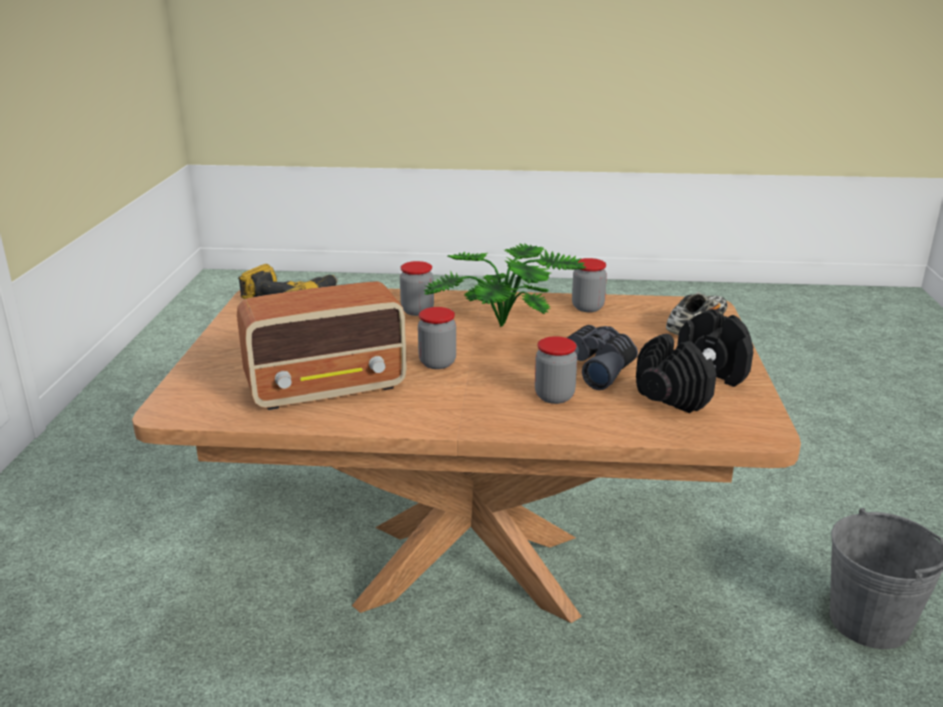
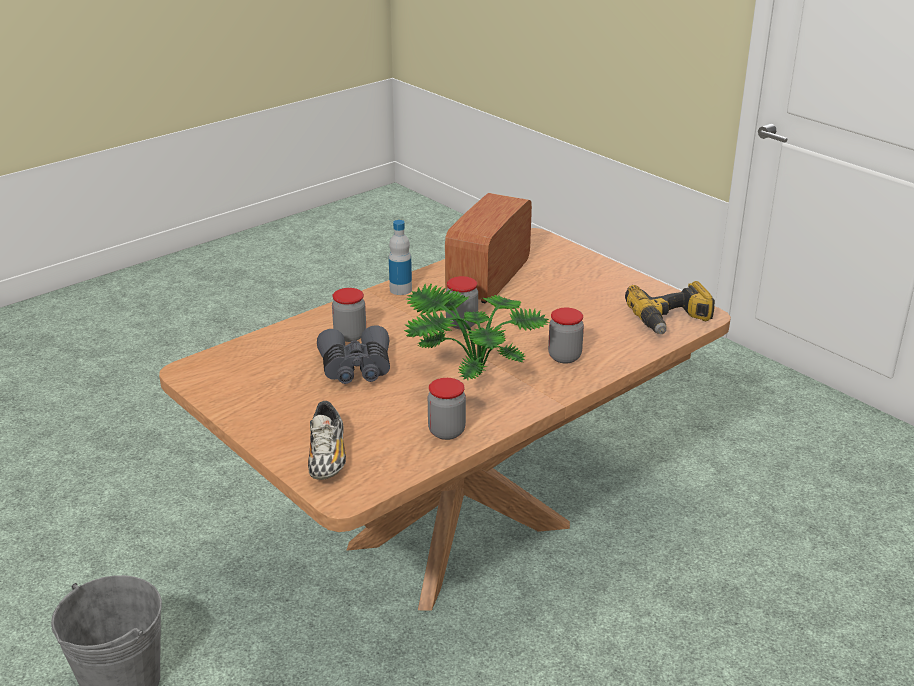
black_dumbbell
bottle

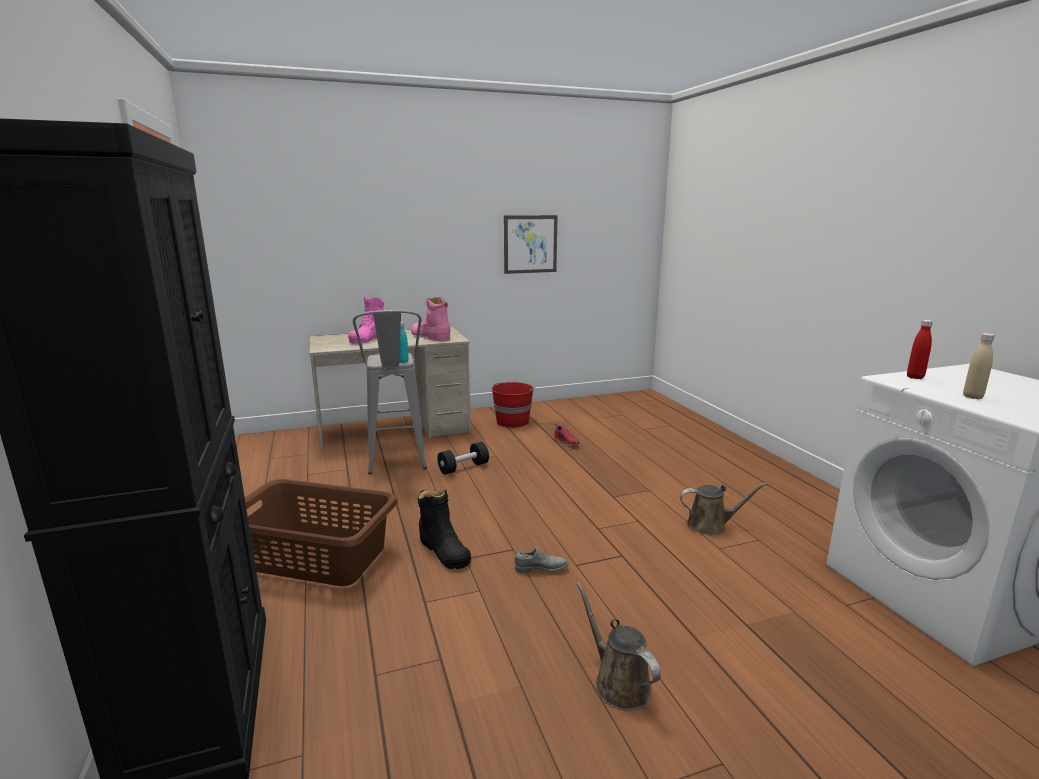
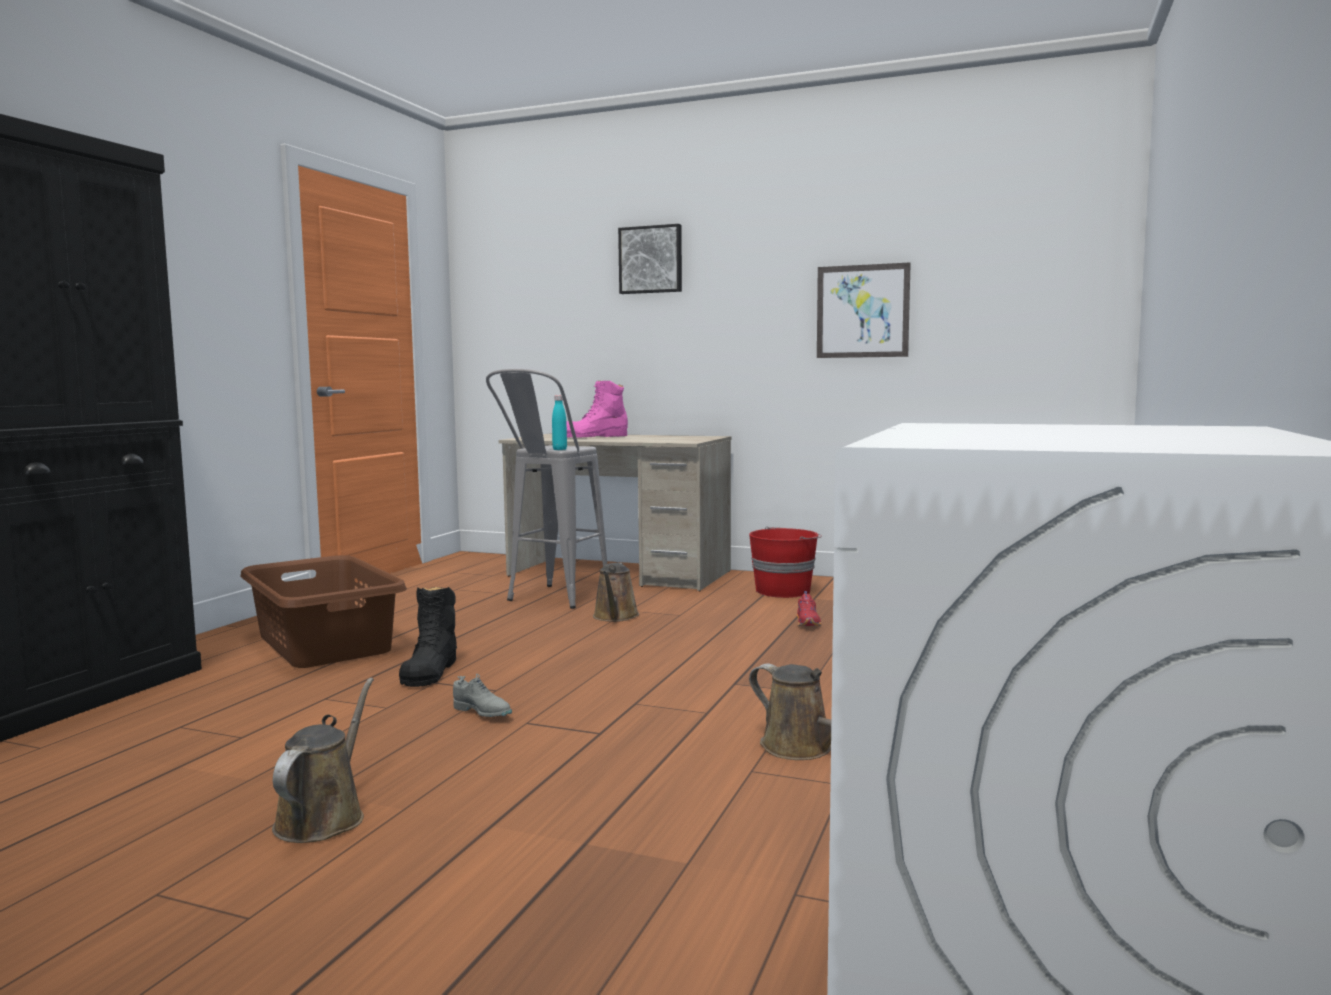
pink_boot (no. 2 from left in the first image)
brown_watering_can (no. 2 from left)
red_bottle
beige_bottle
picture (no. 1 from left)

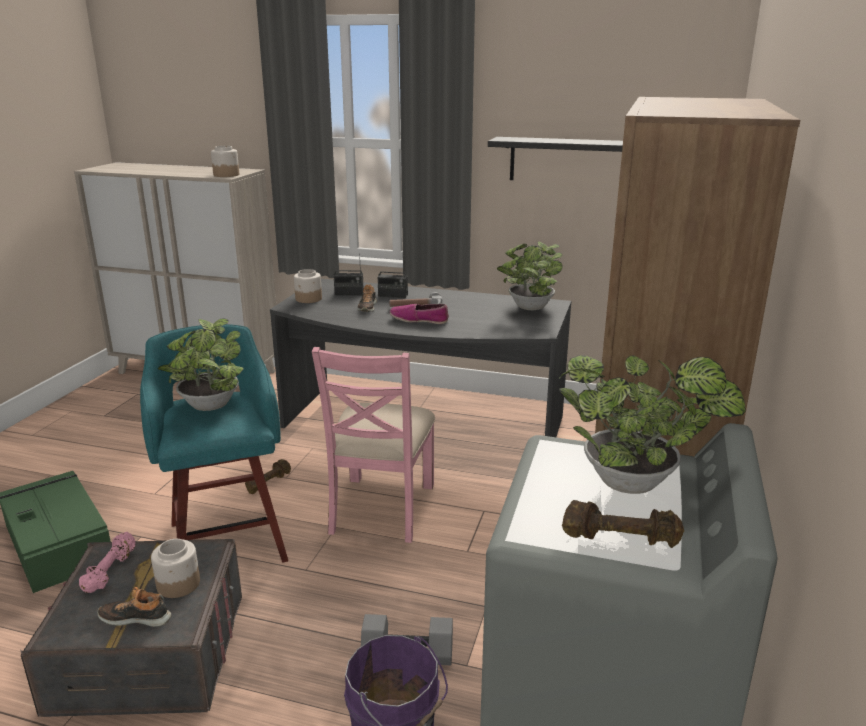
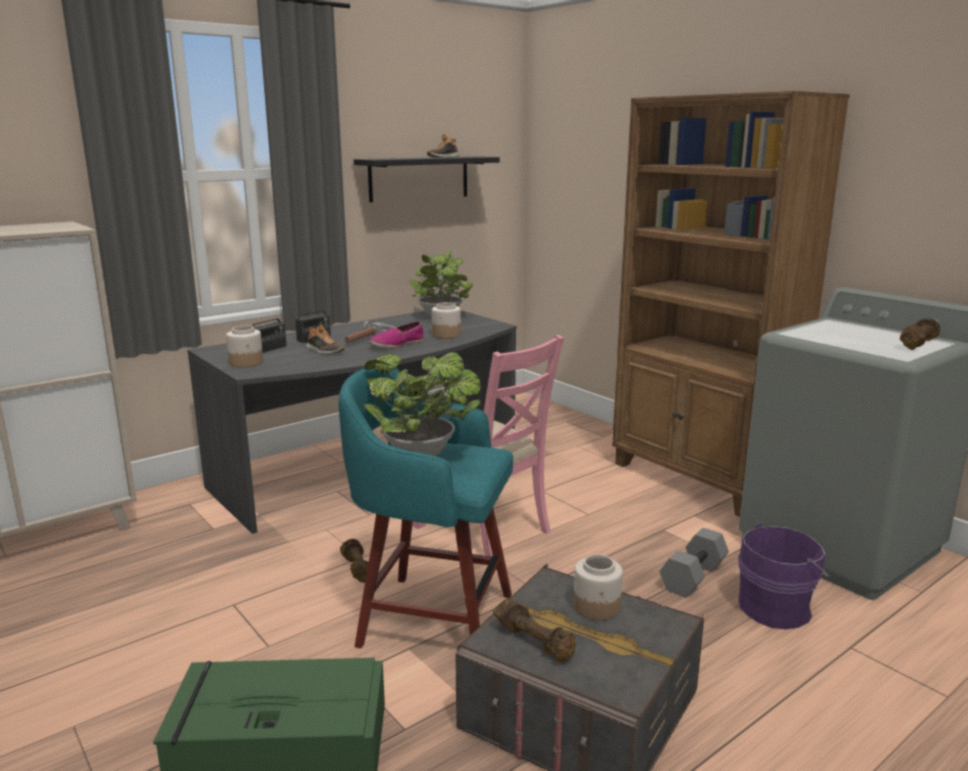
brown_dumbbell (no. 2 from left)
shoe (no. 3 from left)
jar (no. 2 from left)
potted_plant (no. 3 from left in the first image)

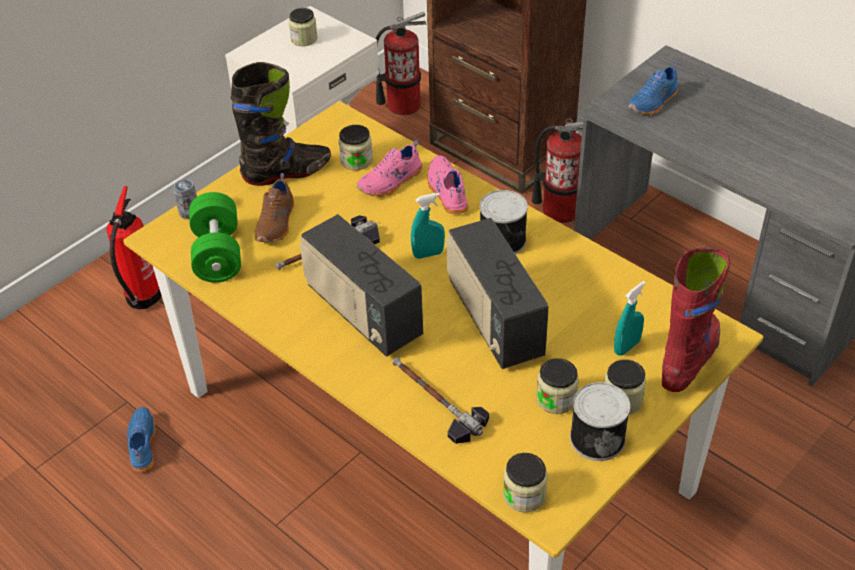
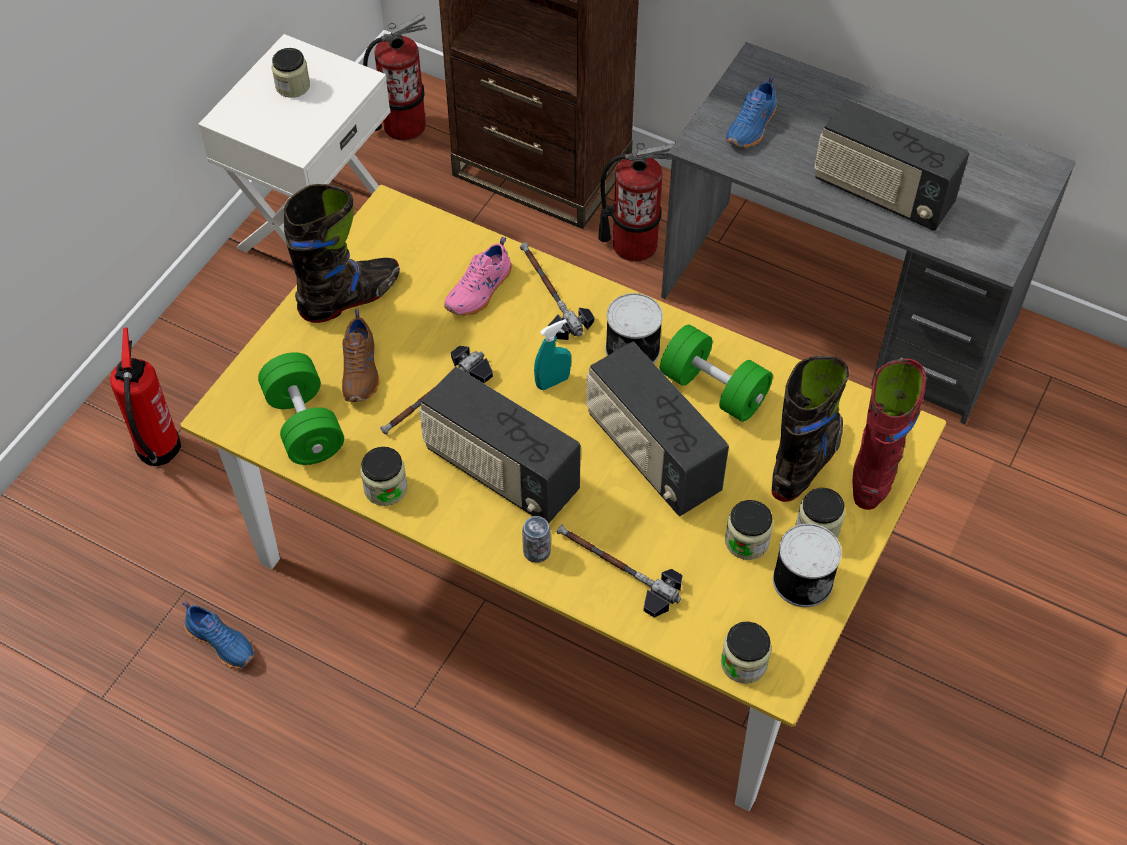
blue_shoe (no. 1 from left)
can (no. 1 from left)
jar (no. 2 from left)
hammer (no. 2 from left)
black_boot (no. 2 from left)
green_dumbbell (no. 2 from left)
radio (no. 3 from left)

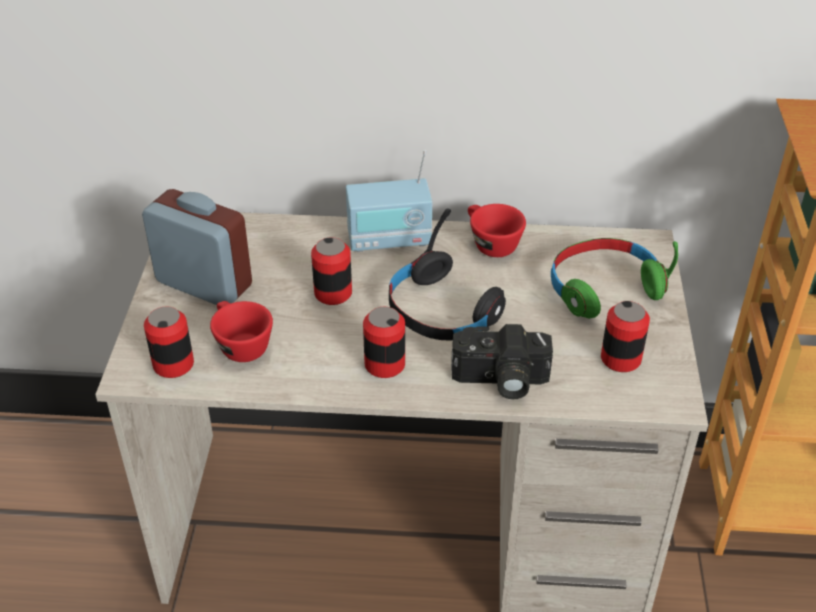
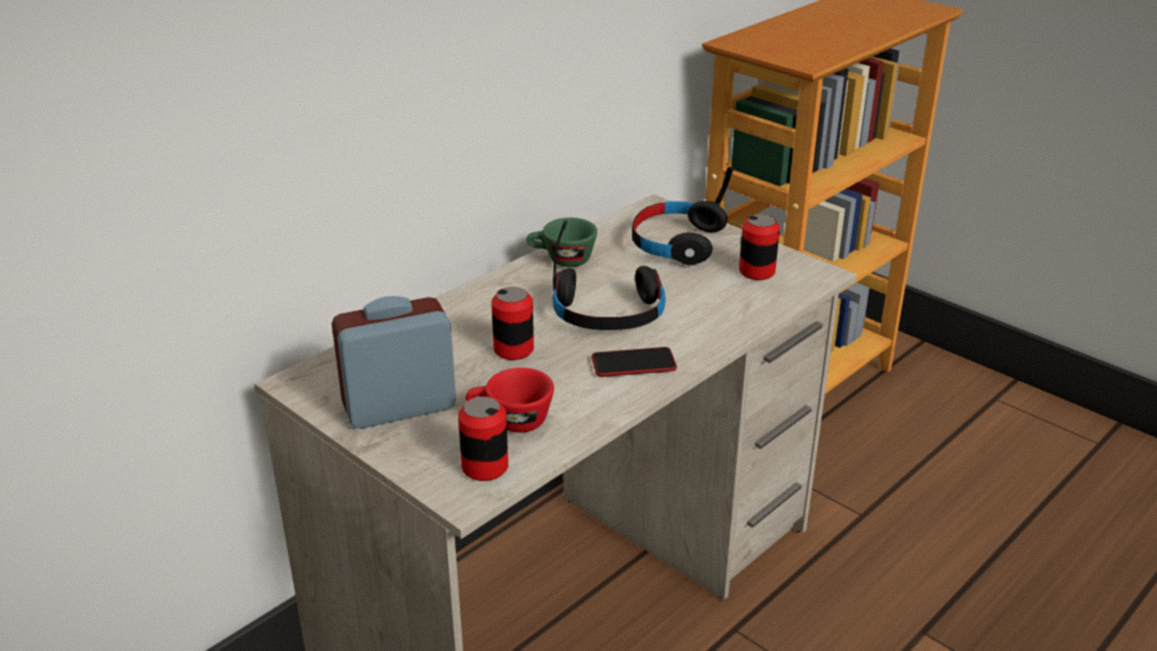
radio
phone
photo_camera
green_cup
black_headphones (no. 2 from left)

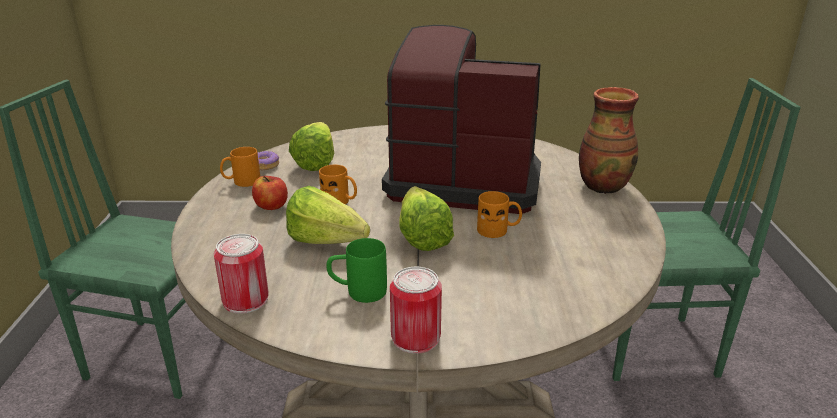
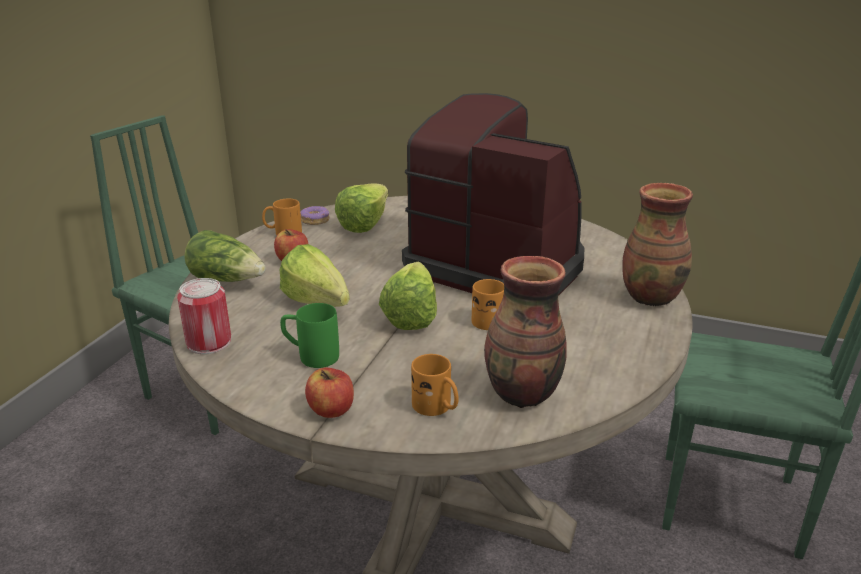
orange_mug (no. 2 from left)
apple (no. 2 from left)
lettuce (no. 1 from left)
vase (no. 1 from left)

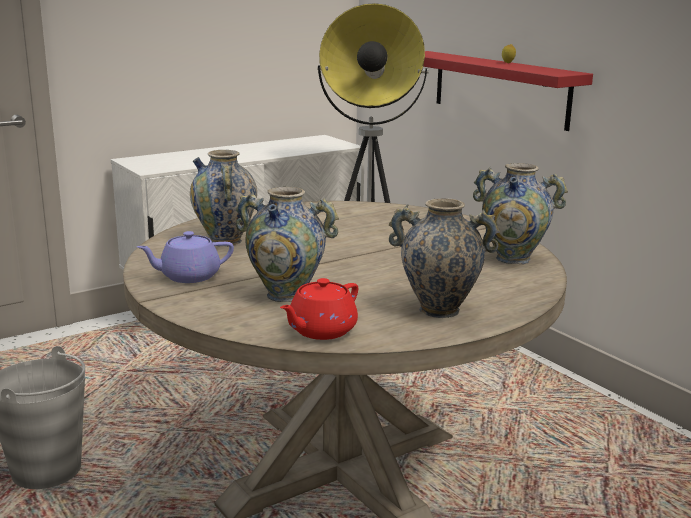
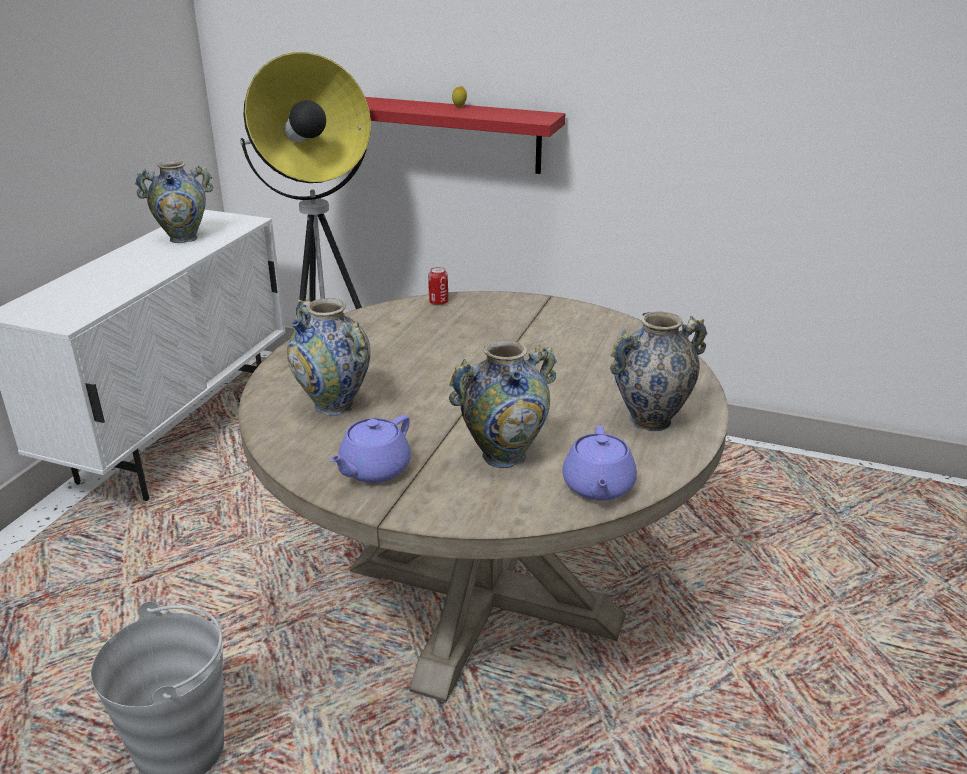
purple_teapot (no. 2 from left)
vase (no. 1 from left)
can

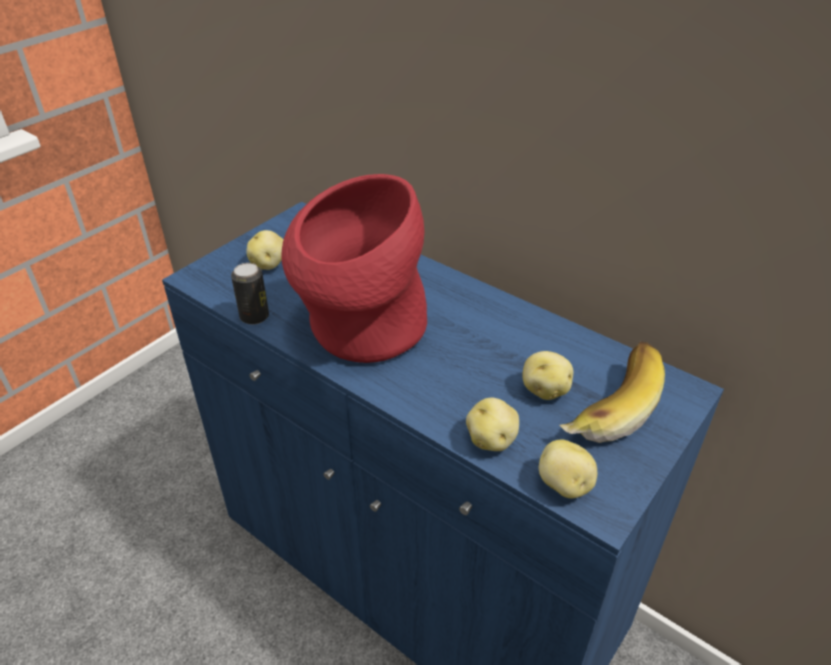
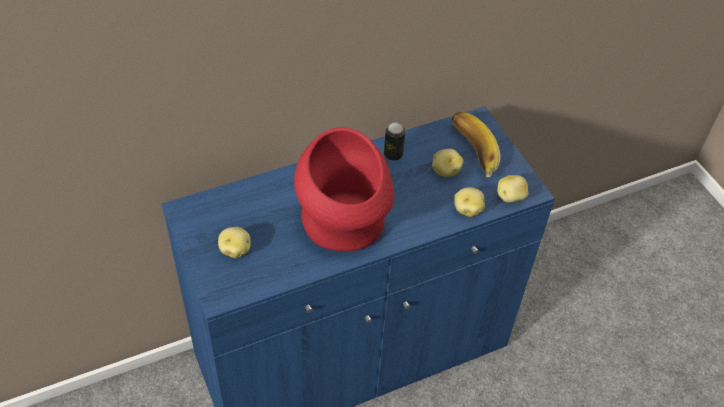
can

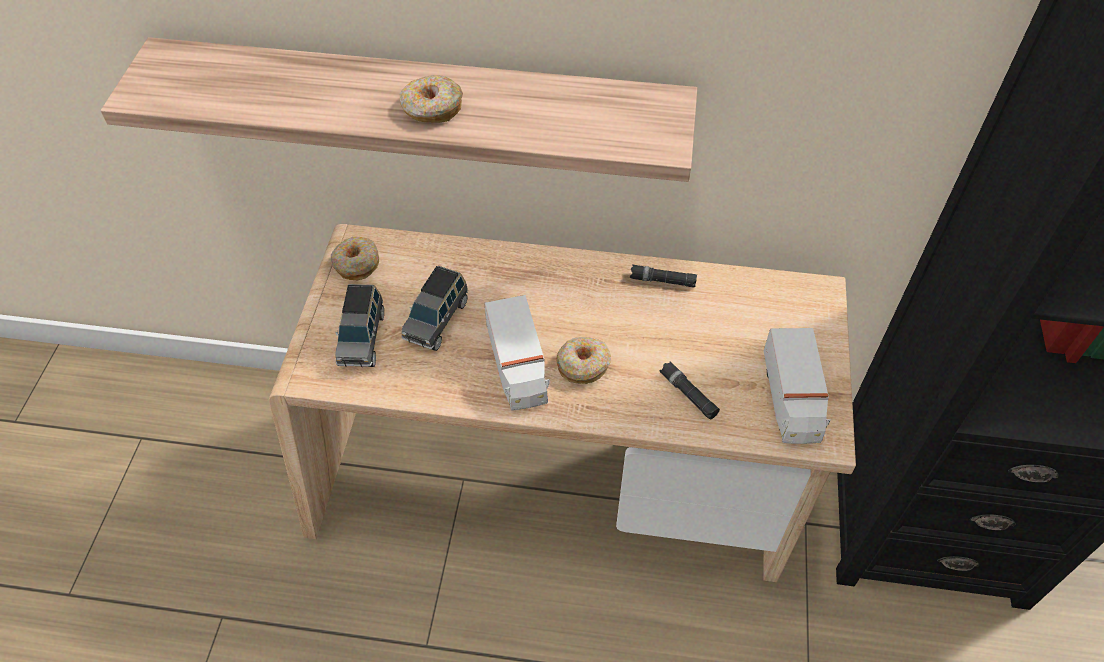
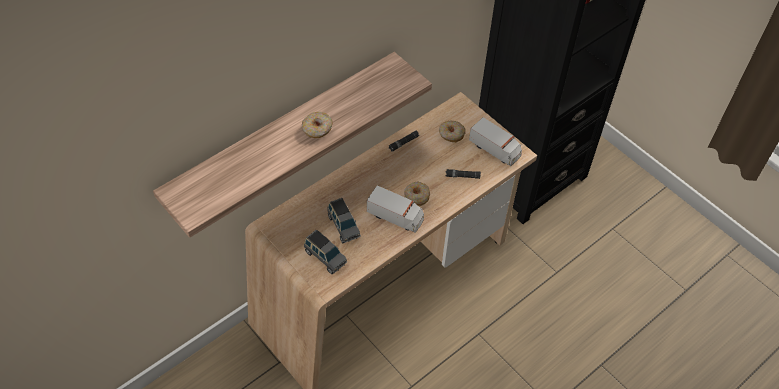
donut (no. 3 from left)

